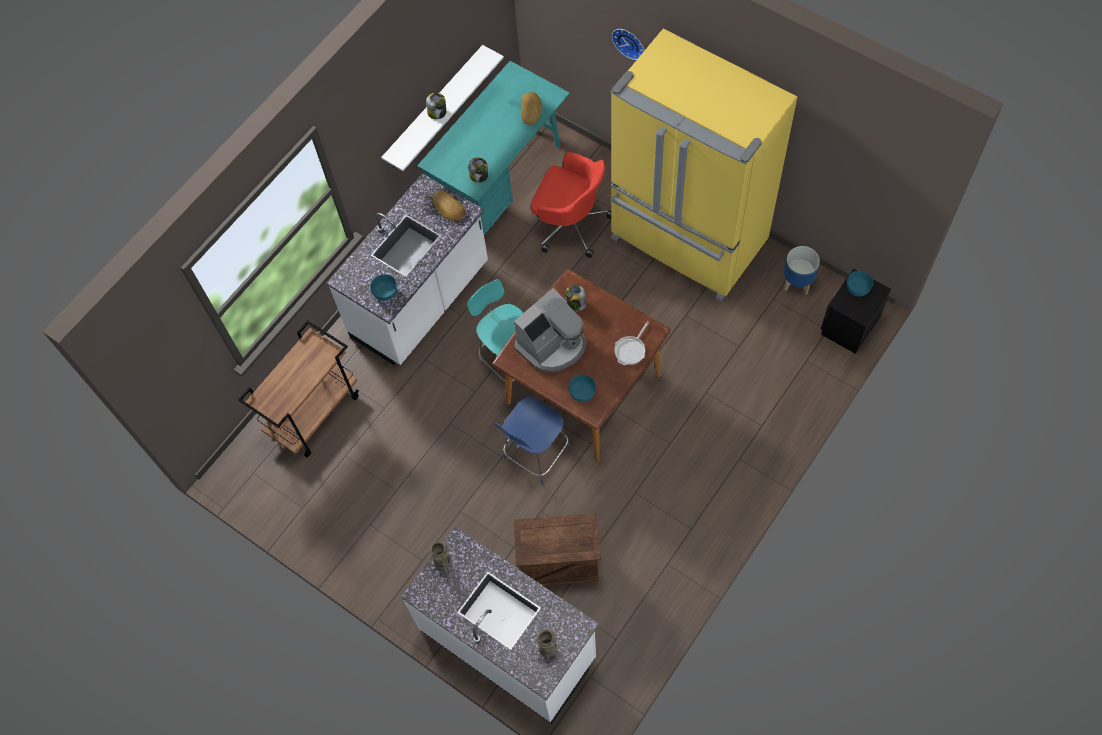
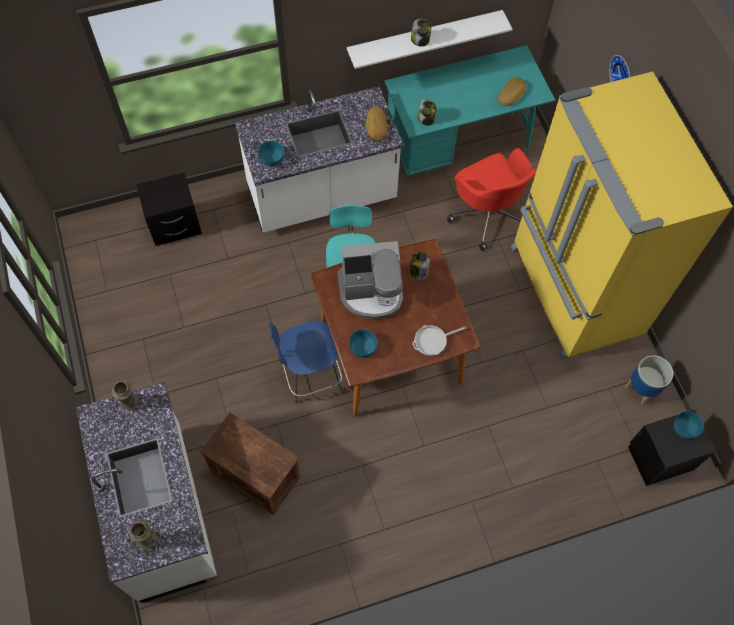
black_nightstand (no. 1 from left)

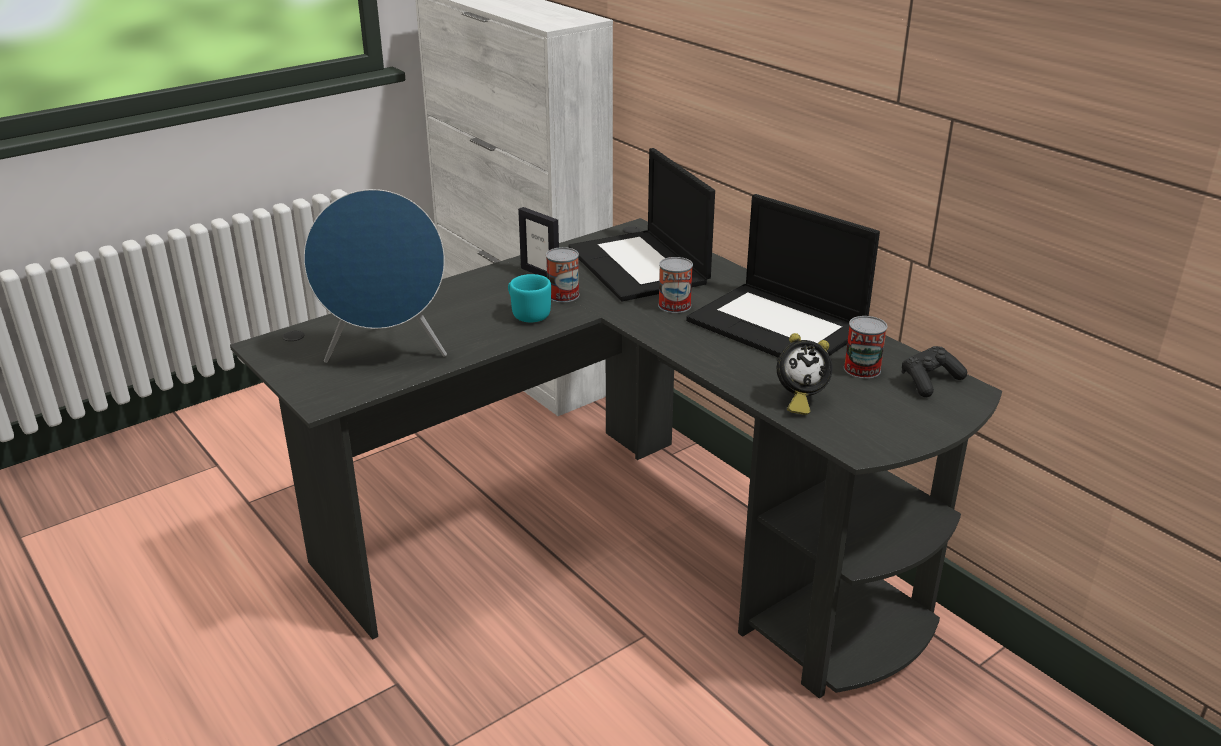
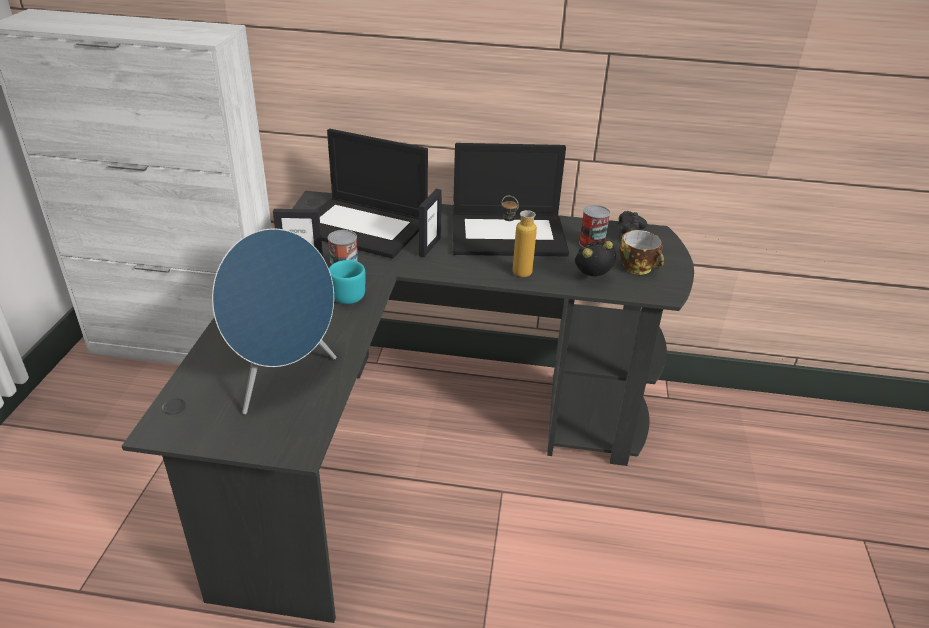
picture_frame (no. 2 from left)
alarm_clock
bottle
cup

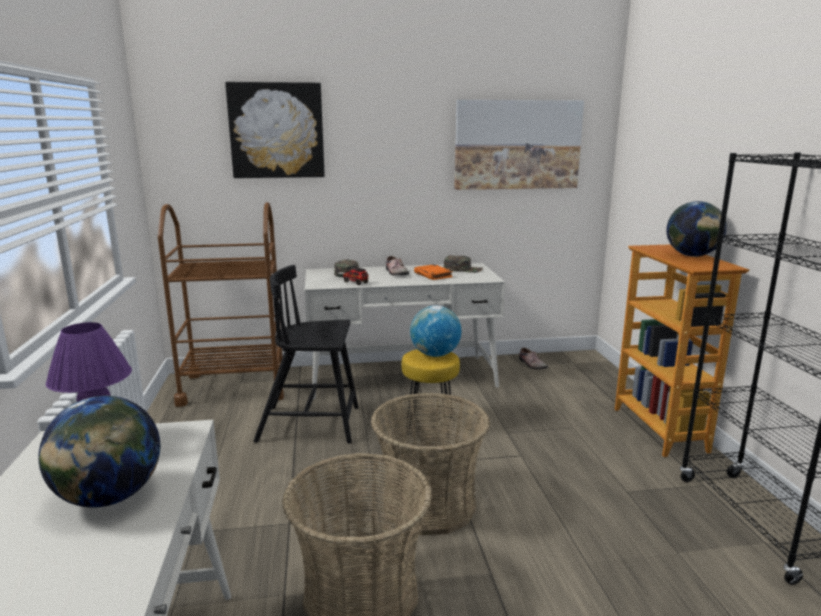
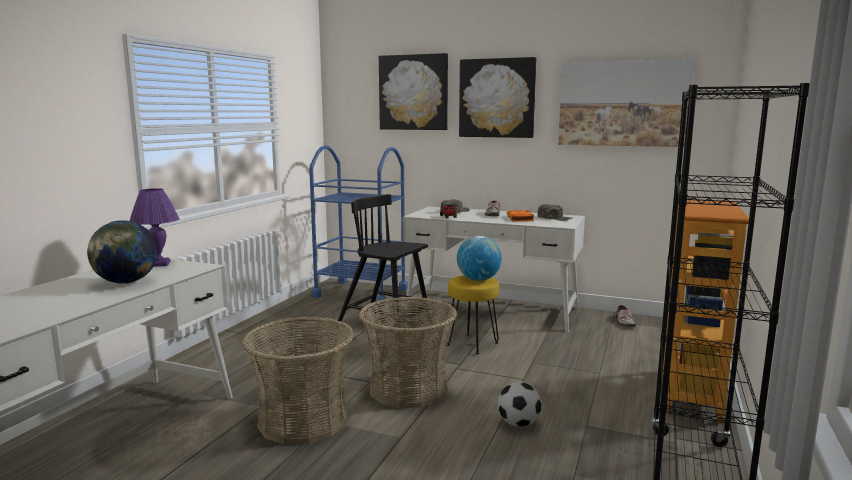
blue_cart
globe (no. 3 from left in the first image)
picture (no. 2 from left)
football

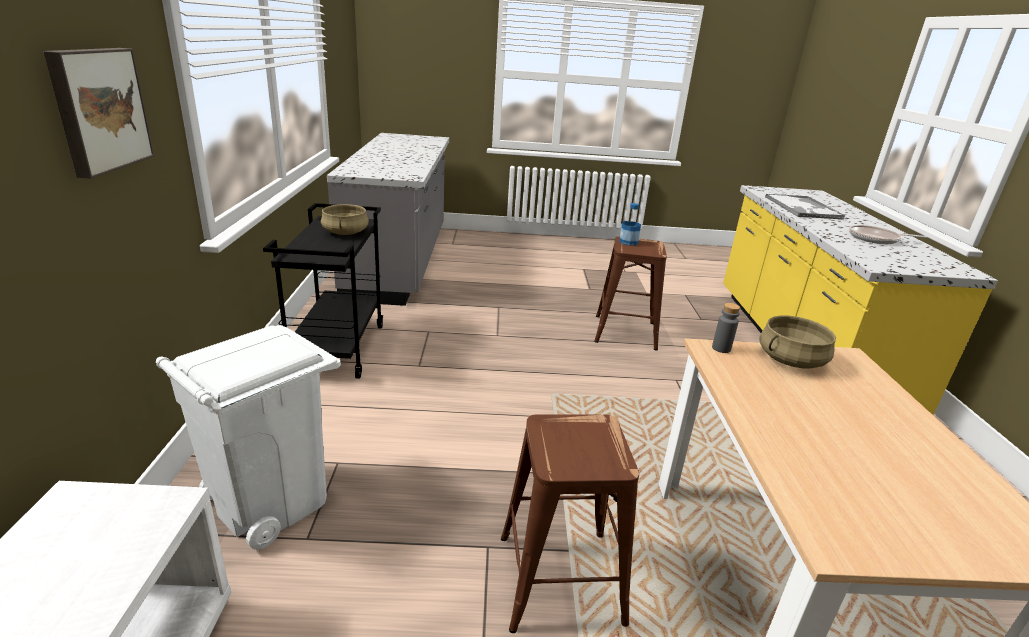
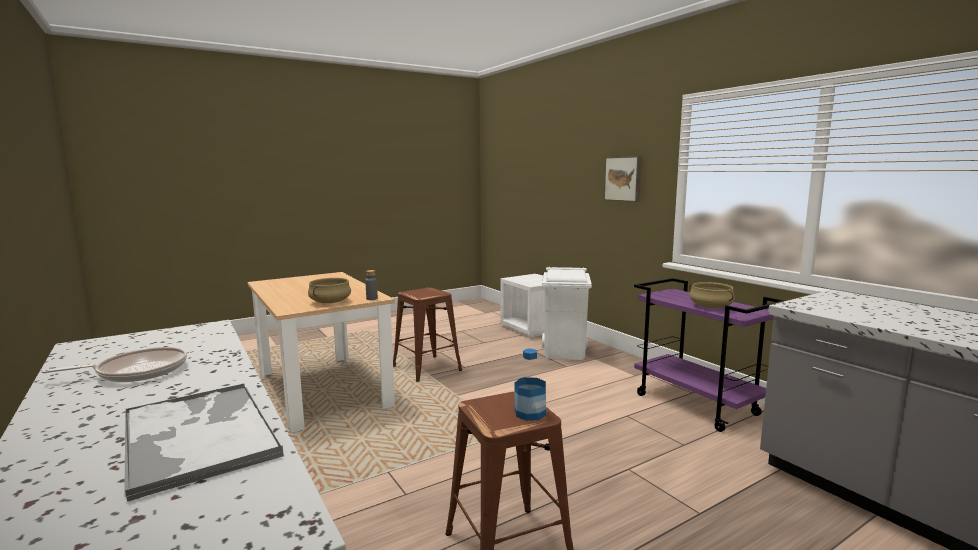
purple_cart

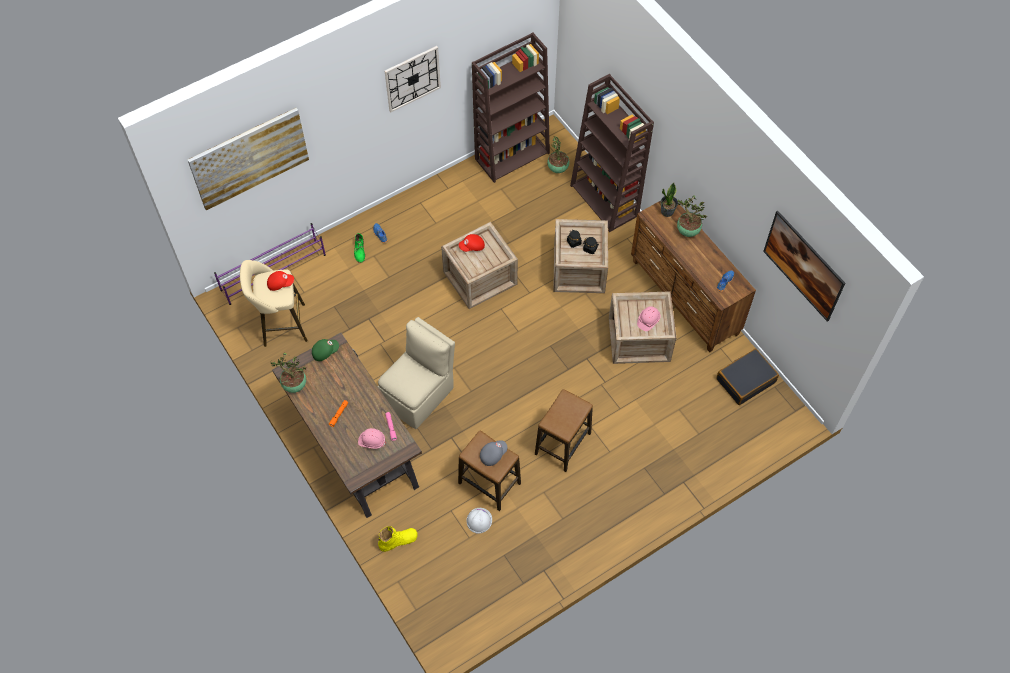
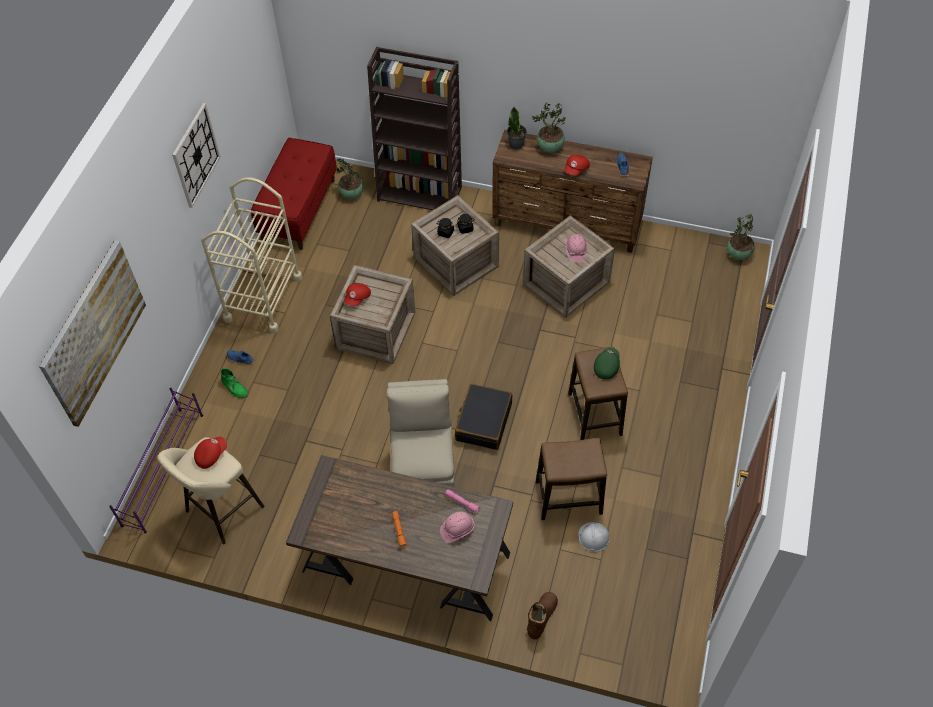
potted_plant (no. 4 from left)
green_cap
brown_boot
red_bench
grey_cap
black_suitcase
picture (no. 2 from left in the first image)
beige_cart
red_cap (no. 3 from left)

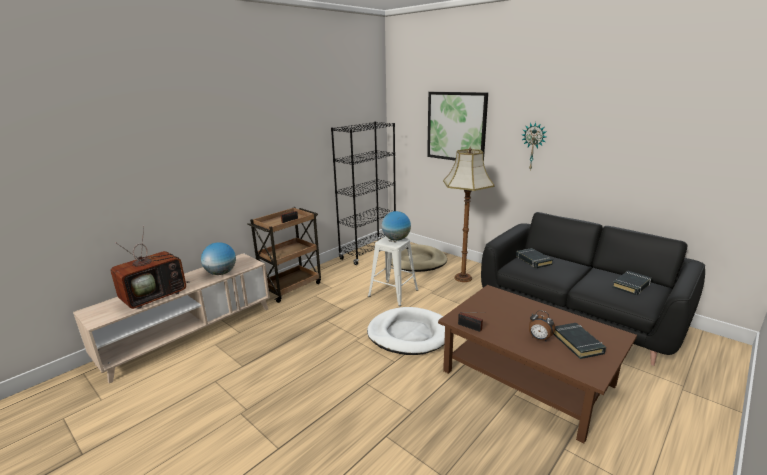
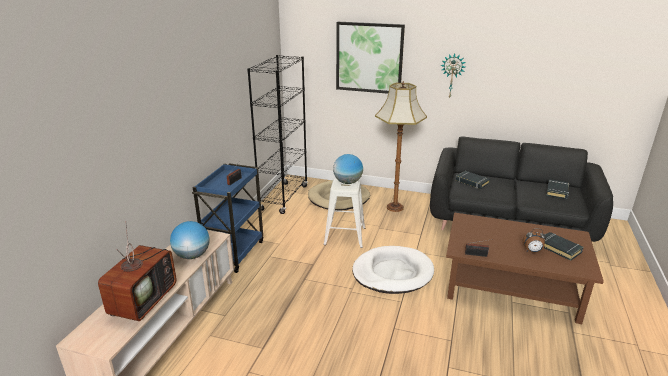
blue_cart

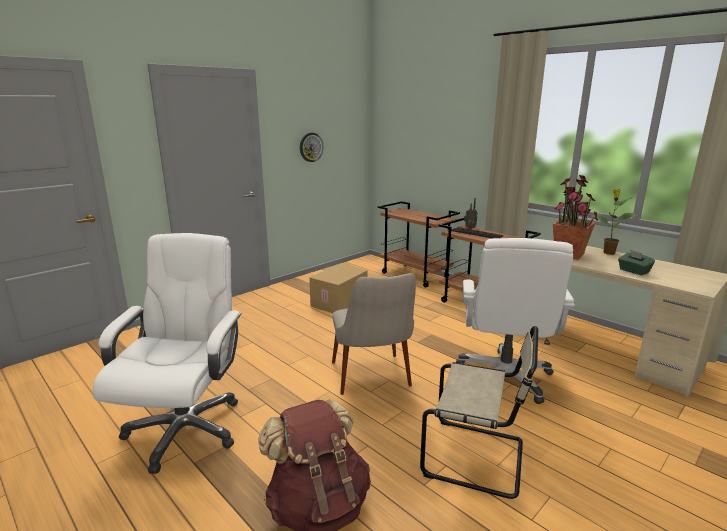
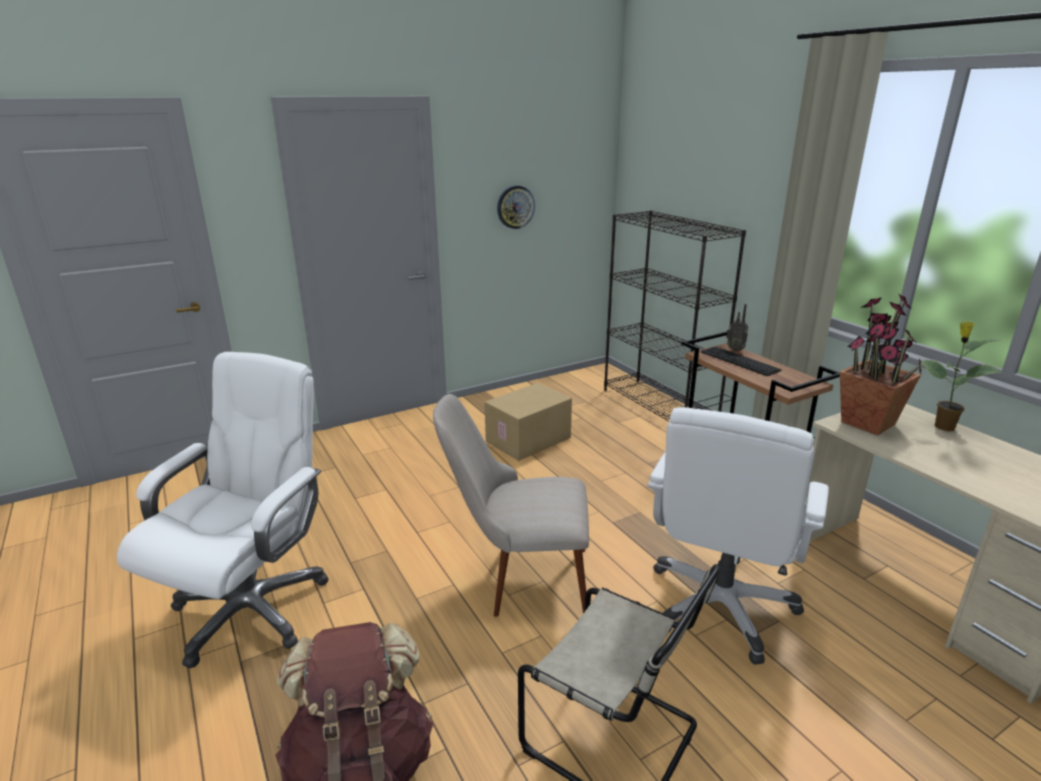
beige_chair (no. 1 from left)
black_bookcase
green_tissue_box

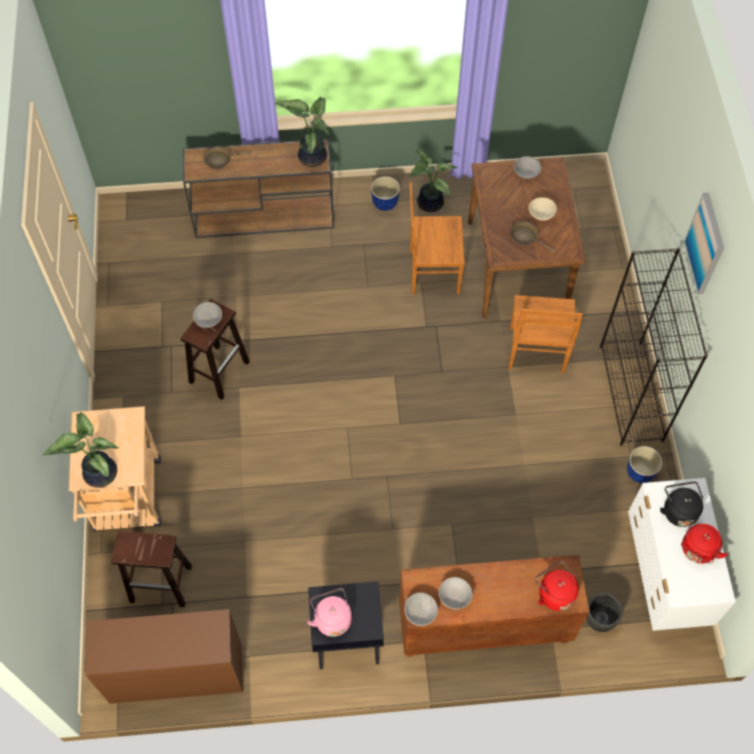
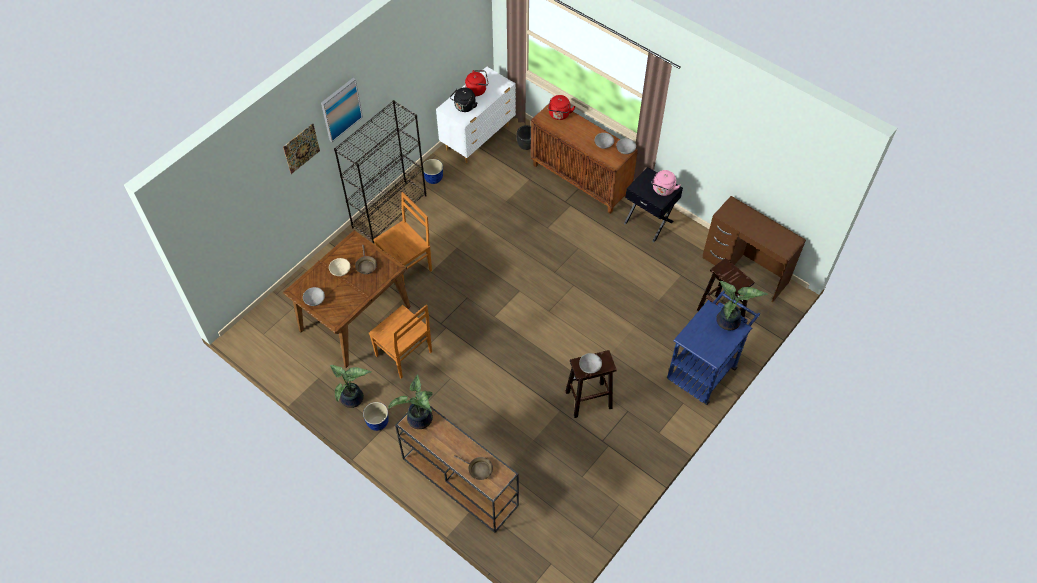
blue_cart
picture (no. 1 from left)

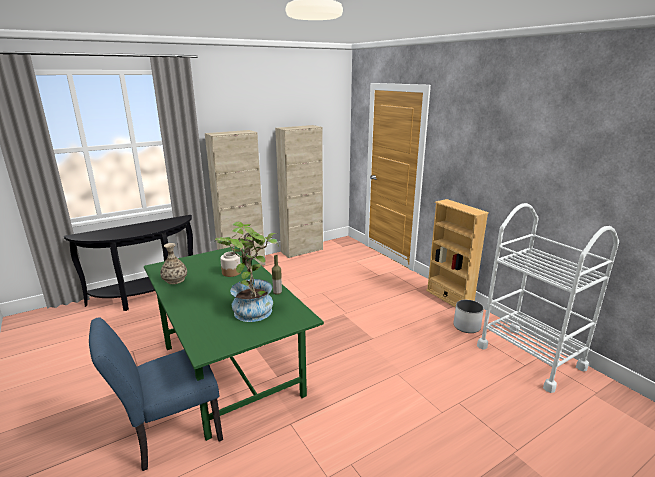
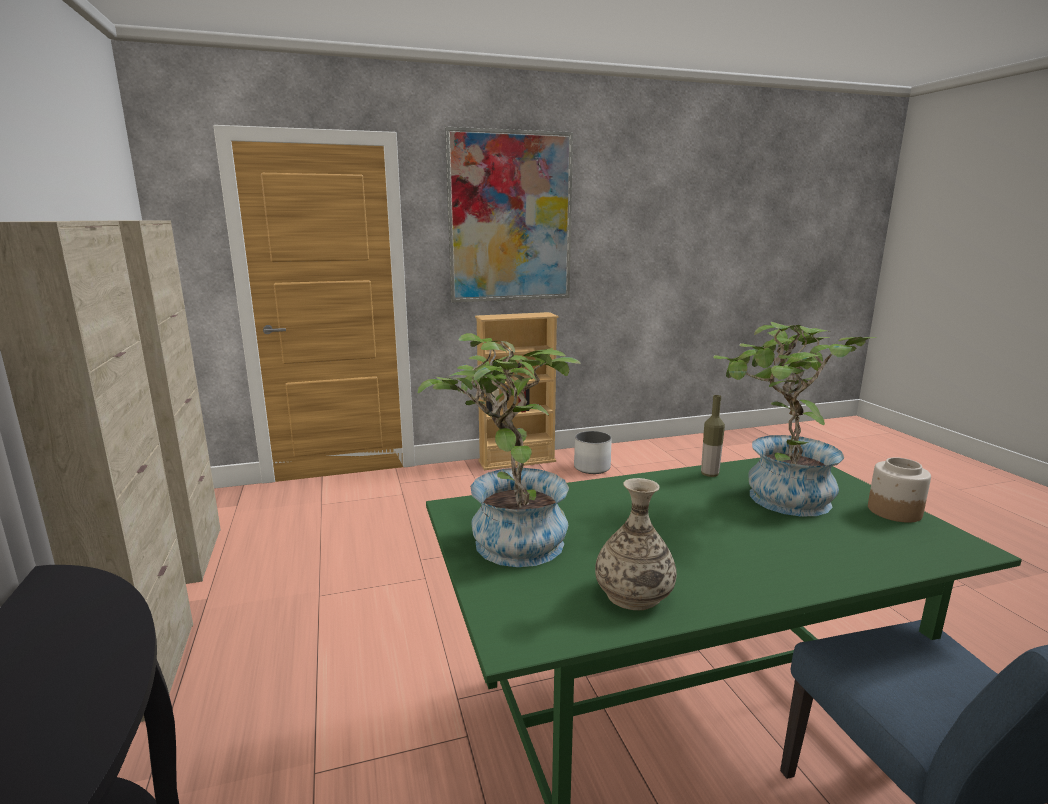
jar
white_cart
potted_plant (no. 1 from left)
picture

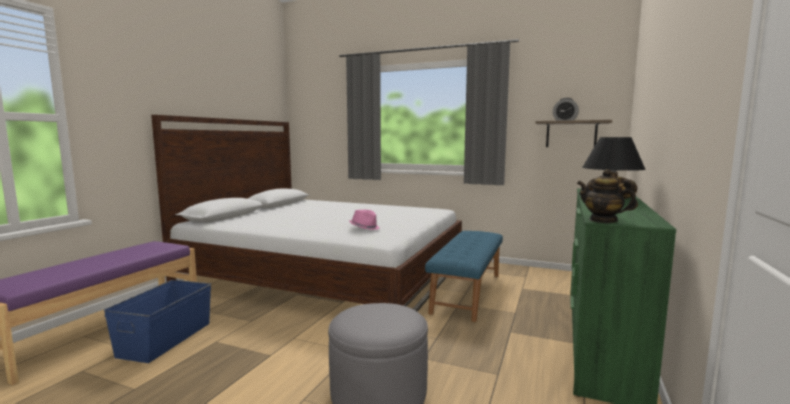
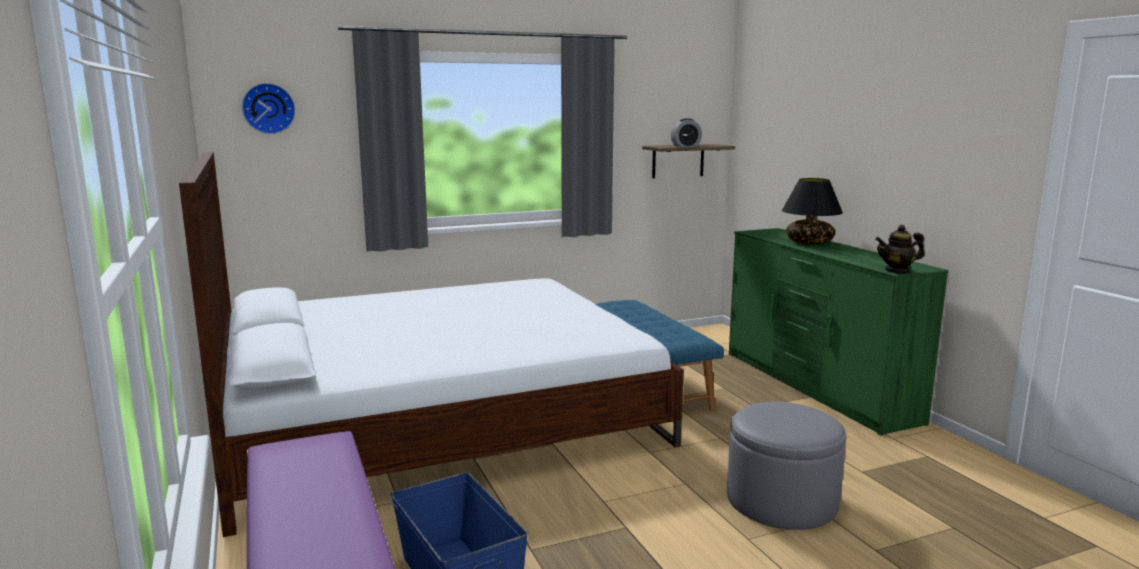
pink_hat
wall_clock

